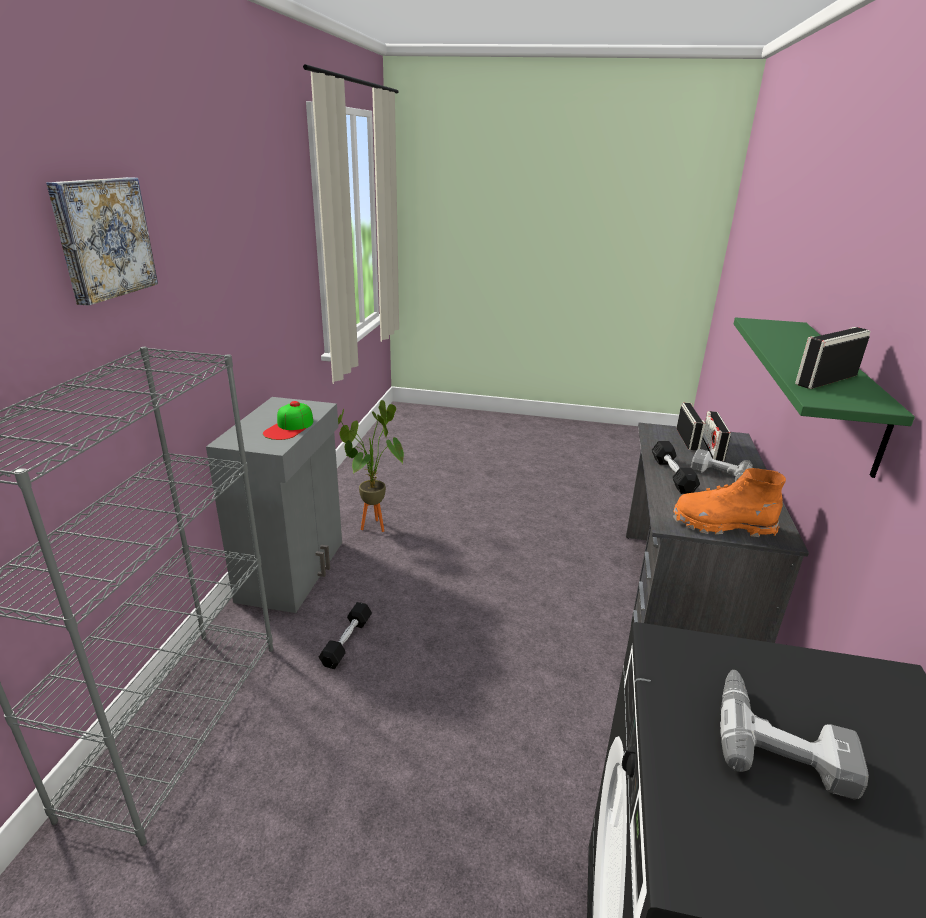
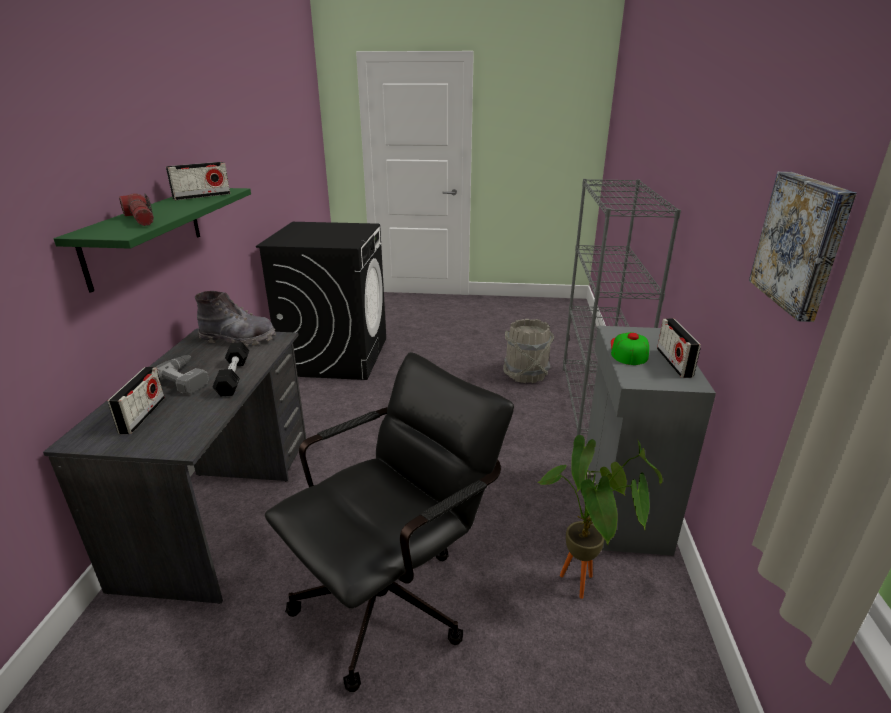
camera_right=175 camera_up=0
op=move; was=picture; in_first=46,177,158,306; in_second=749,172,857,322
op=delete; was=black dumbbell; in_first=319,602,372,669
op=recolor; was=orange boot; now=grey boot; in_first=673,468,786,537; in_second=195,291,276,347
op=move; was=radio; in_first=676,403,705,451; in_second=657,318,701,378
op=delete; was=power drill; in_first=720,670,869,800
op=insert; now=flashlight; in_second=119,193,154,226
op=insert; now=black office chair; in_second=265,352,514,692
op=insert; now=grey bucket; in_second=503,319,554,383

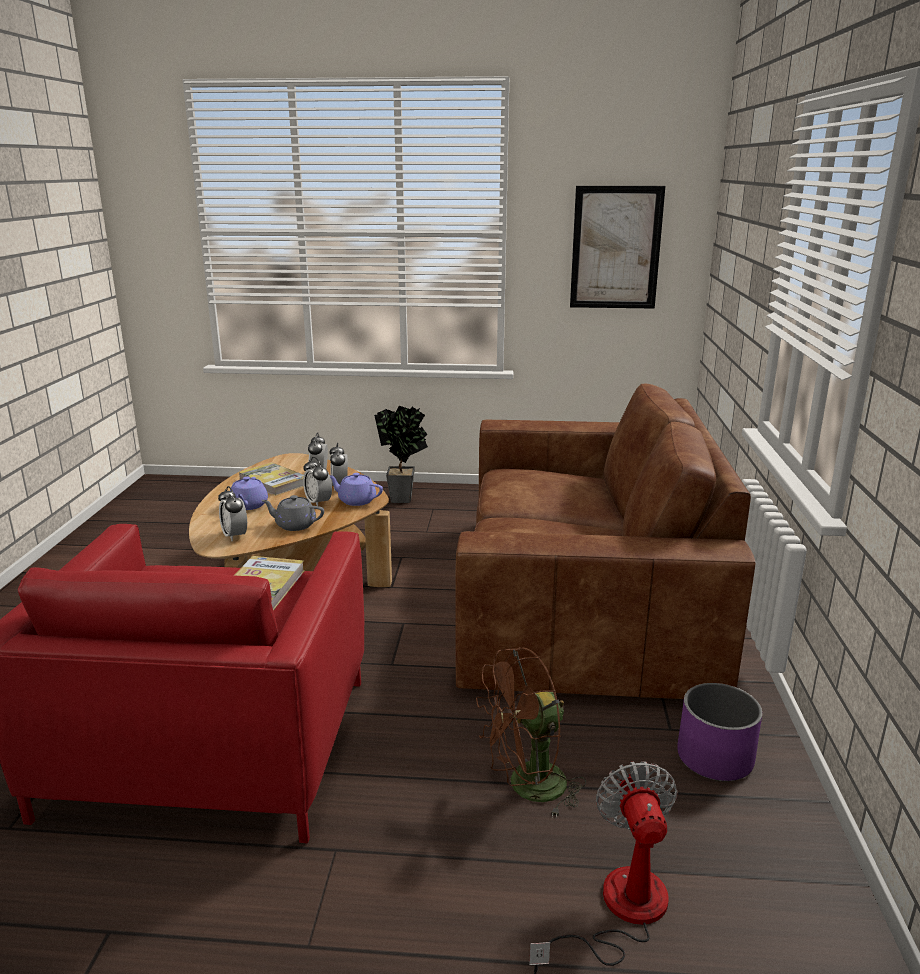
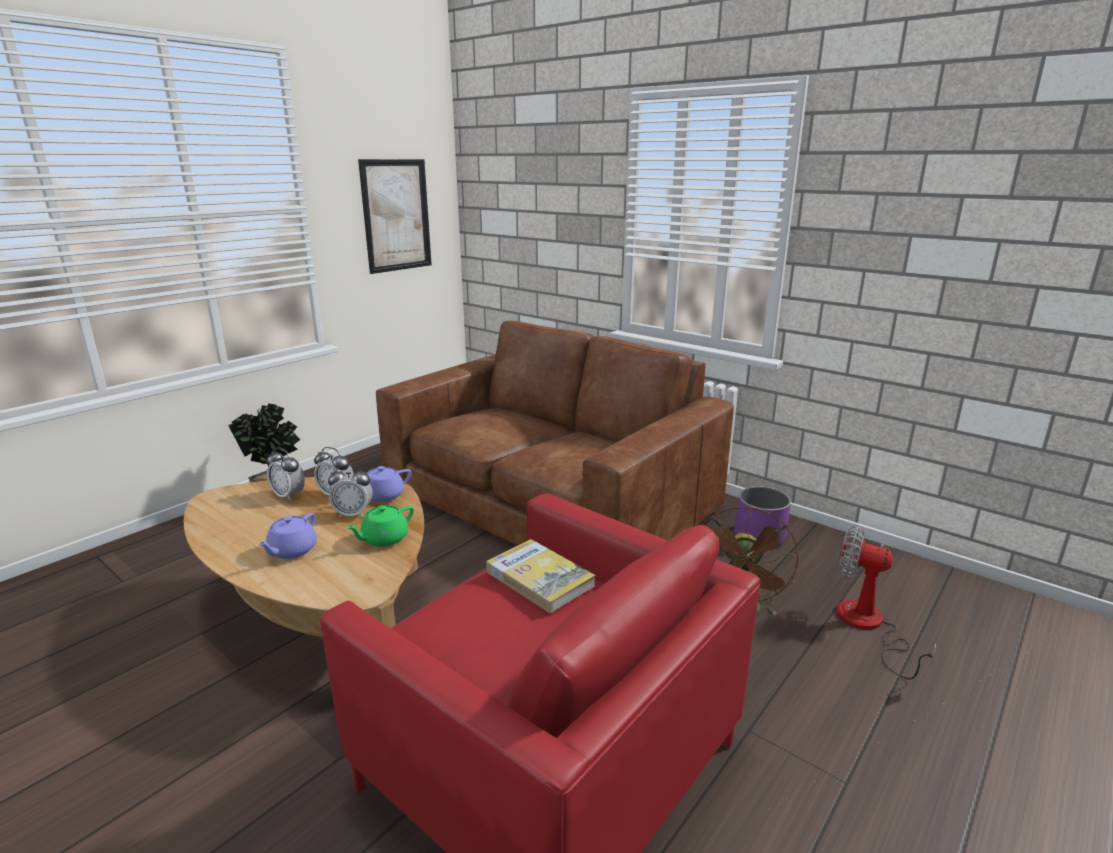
camera_right=-55 camera_up=0
op=delete; was=alarm clock; in_first=218,486,247,542
op=rotate; was=purple teapot; in_first=230,477,268,510; in_second=258,513,317,559; clockwise=75
op=delete; was=book; in_first=238,462,304,496
op=recolor; was=grey teapot; now=green teapot; in_first=261,495,324,531; in_second=346,505,414,547

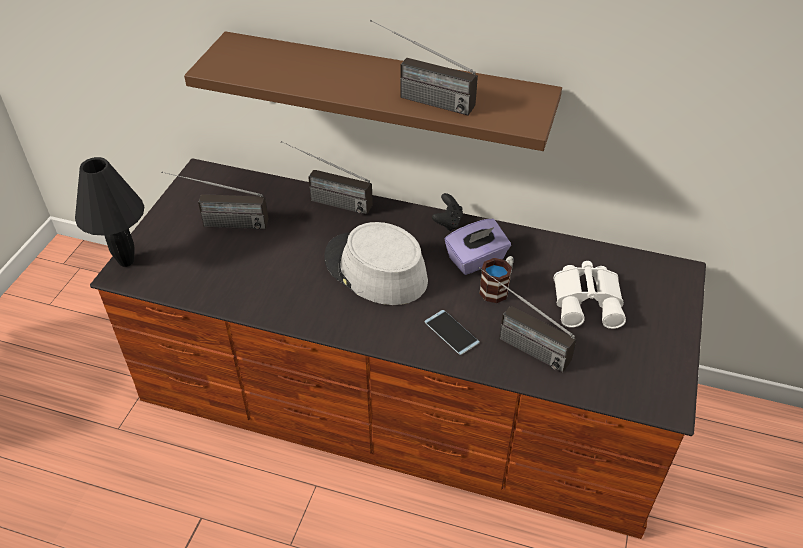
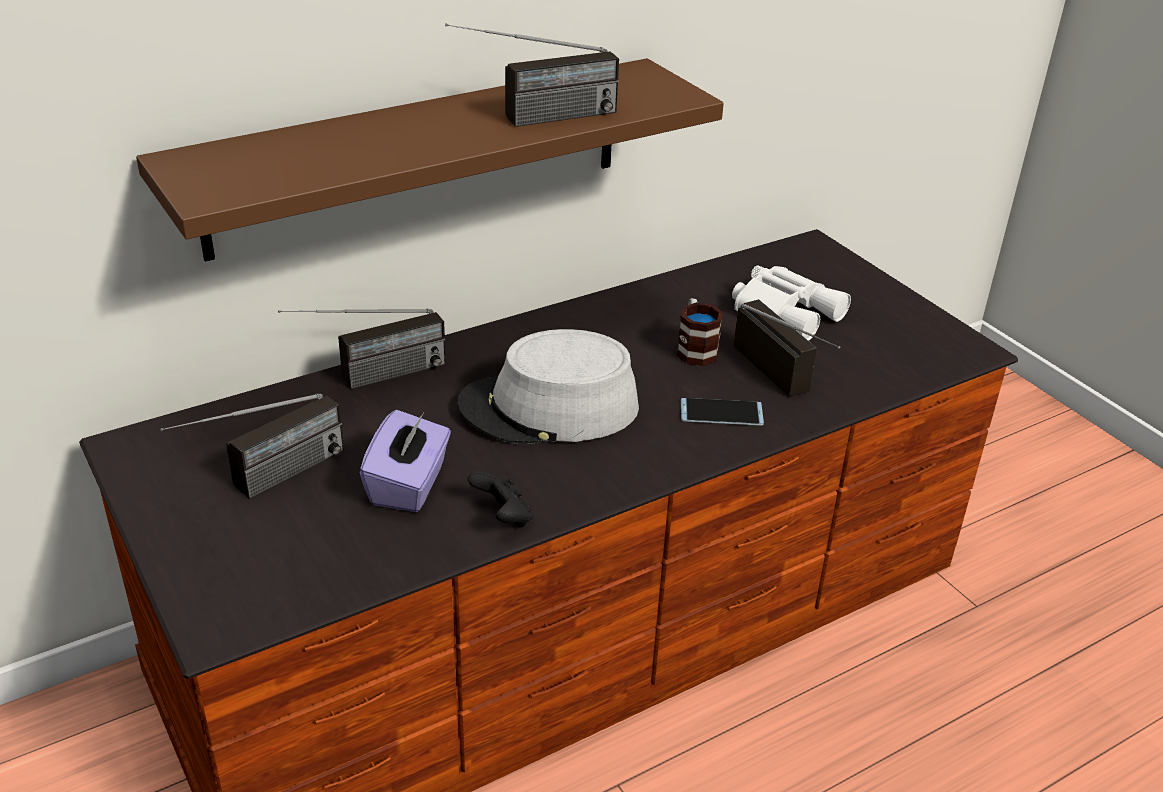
camera_right=-50 camera_up=-10
op=delete; was=black table lamp; in_first=75,157,144,267
op=move; was=black game controller; in_first=432,193,463,231; in_second=468,471,533,527
op=move; was=purple tissue box; in_first=445,219,511,275; in_second=359,410,451,512
op=rotate; was=radio; in_first=479,267,577,373; in_second=733,299,840,396; clockwise=-105

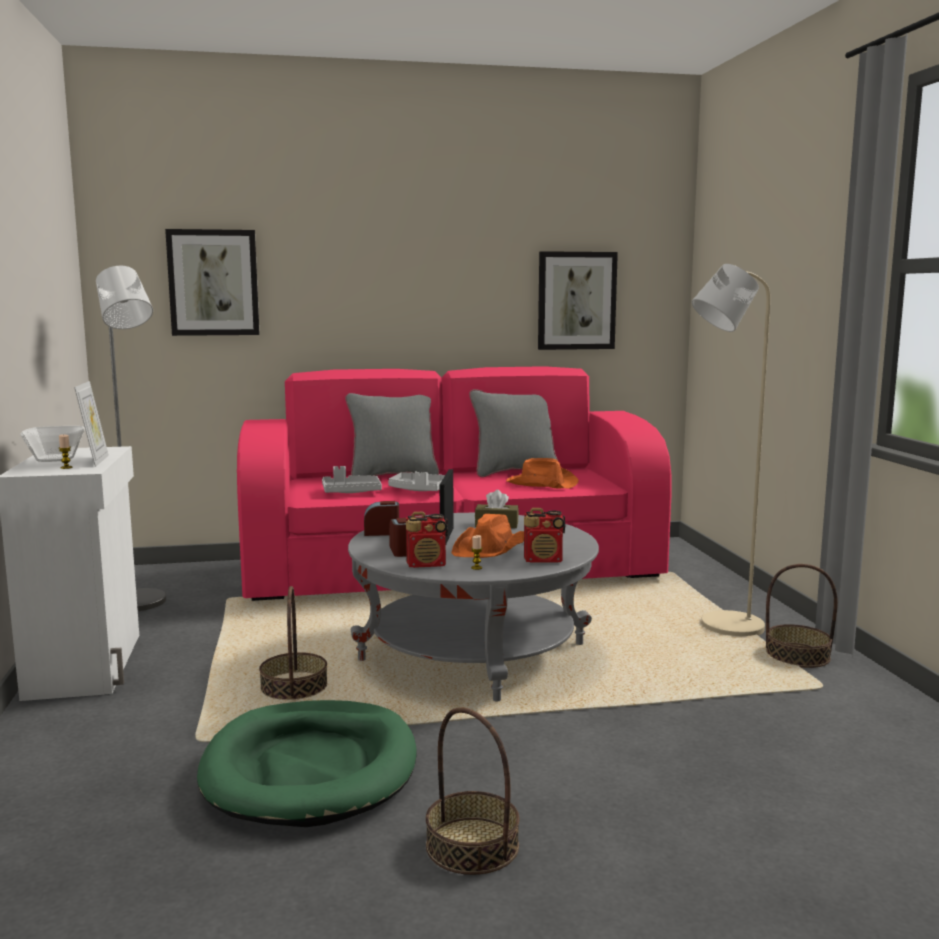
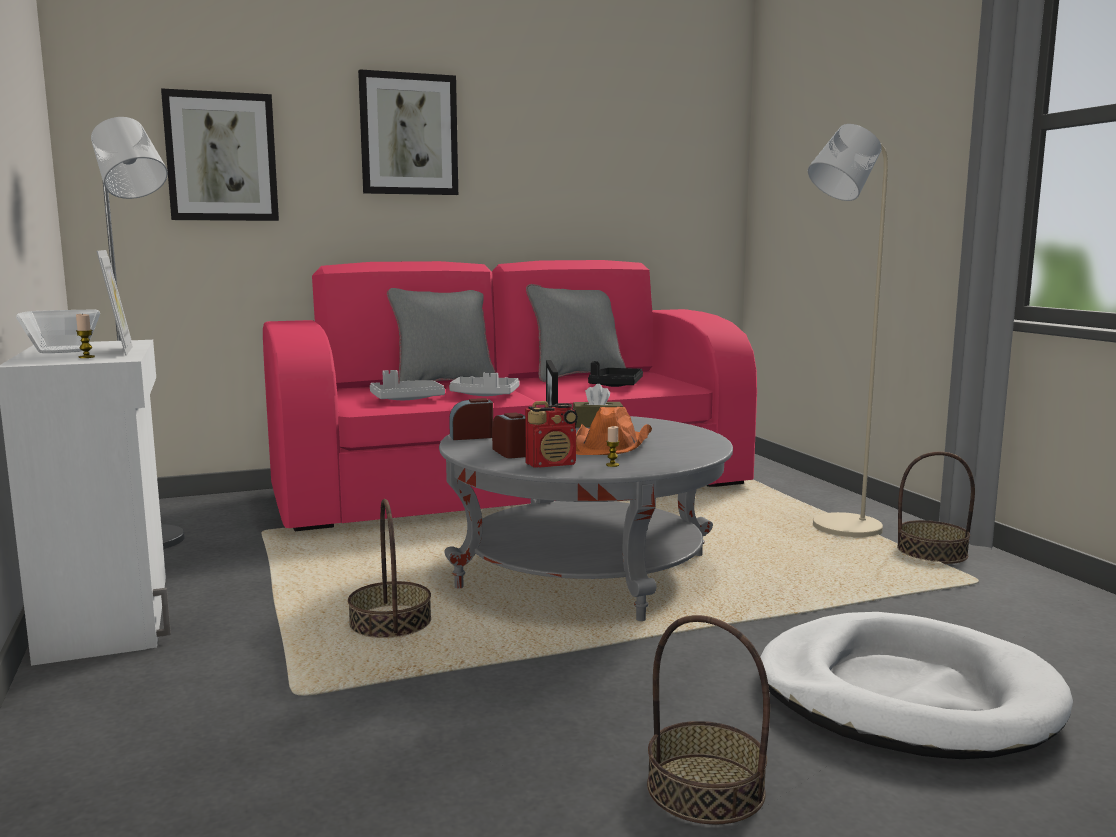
camera_right=-10 camera_up=0
op=delete; was=green dog bed; in_first=197,700,417,827
op=replace; was=orange hat; now=black tray; in_first=506,458,579,489; in_second=588,361,643,387
op=delete; was=radio; in_first=524,508,566,563
op=move; was=picture; in_first=538,251,618,350; in_second=358,69,458,195
op=insert; now=white dog bed; in_second=760,612,1073,759

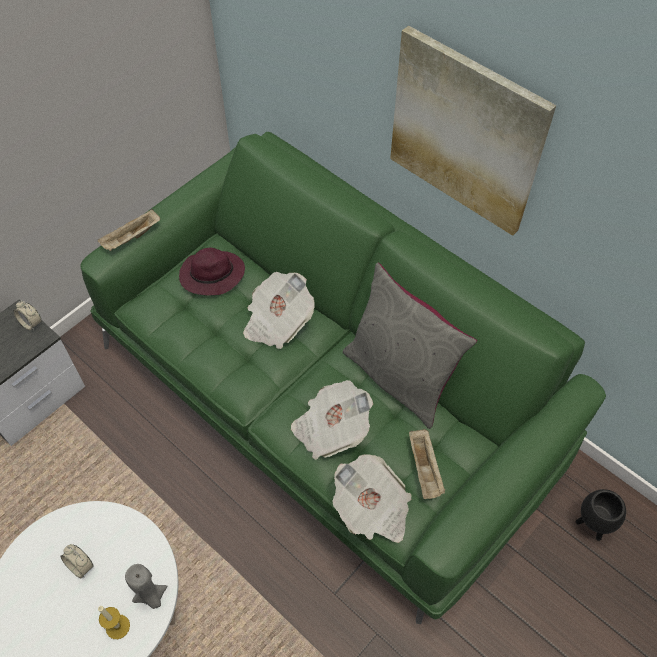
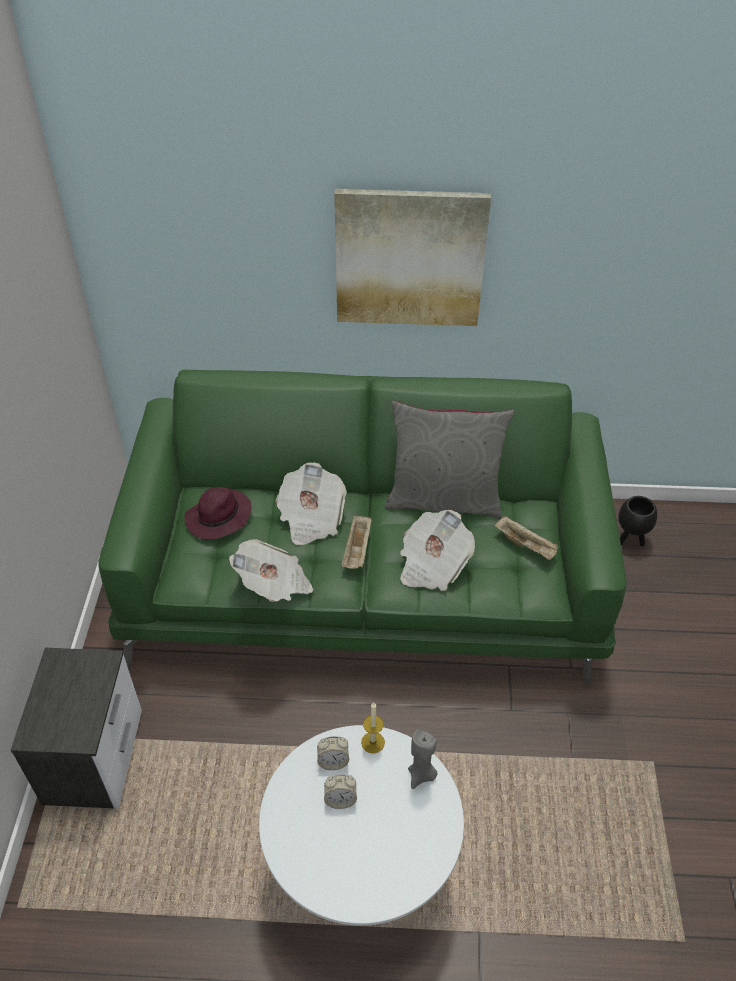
camera_right=-40 camera_up=-10
op=move; was=alarm clock; in_first=14,300,41,331; in_second=317,736,349,770
op=move; was=beige tray; in_first=98,209,160,251; in_second=341,514,372,569
op=move; was=candle; in_first=98,606,130,639; in_second=361,702,385,754
op=move; was=newspaper; in_first=332,454,412,543; in_second=229,539,314,602

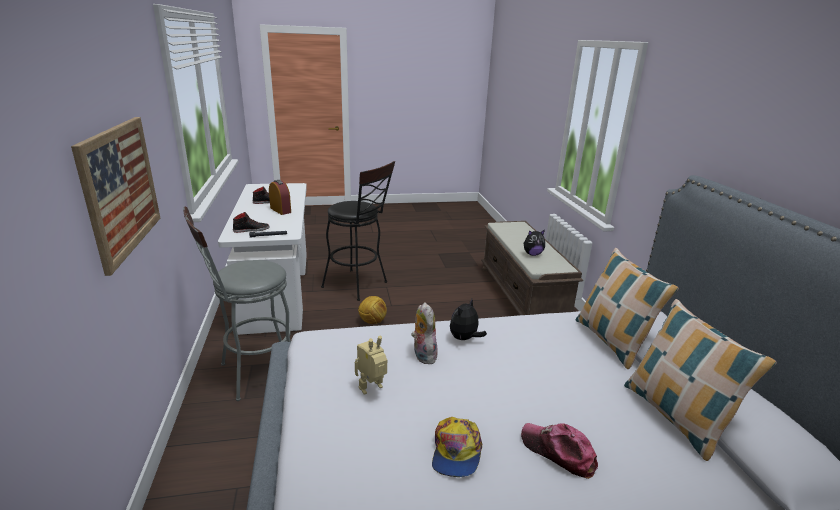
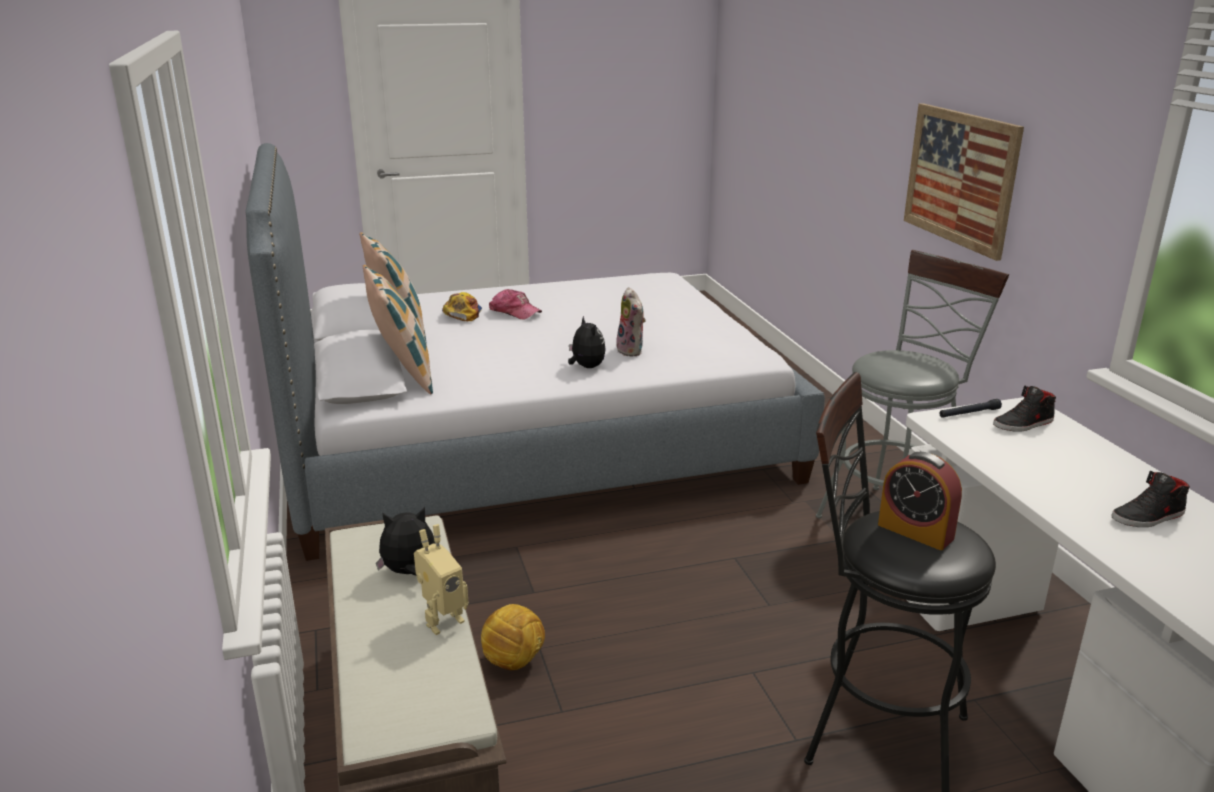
camera_right=175 camera_up=0
op=move; was=alarm clock; in_first=269,180,291,215; in_second=878,452,962,550
op=move; was=toy robot; in_first=355,336,387,395; in_second=414,525,468,635
op=move; was=football; in_first=358,296,387,324; in_second=481,604,545,670
op=move; was=cap; in_first=432,417,483,477; in_second=442,292,482,321
op=rotate; was=plush toy; in_first=450,299,487,340; in_second=568,316,605,368; clockwise=-60

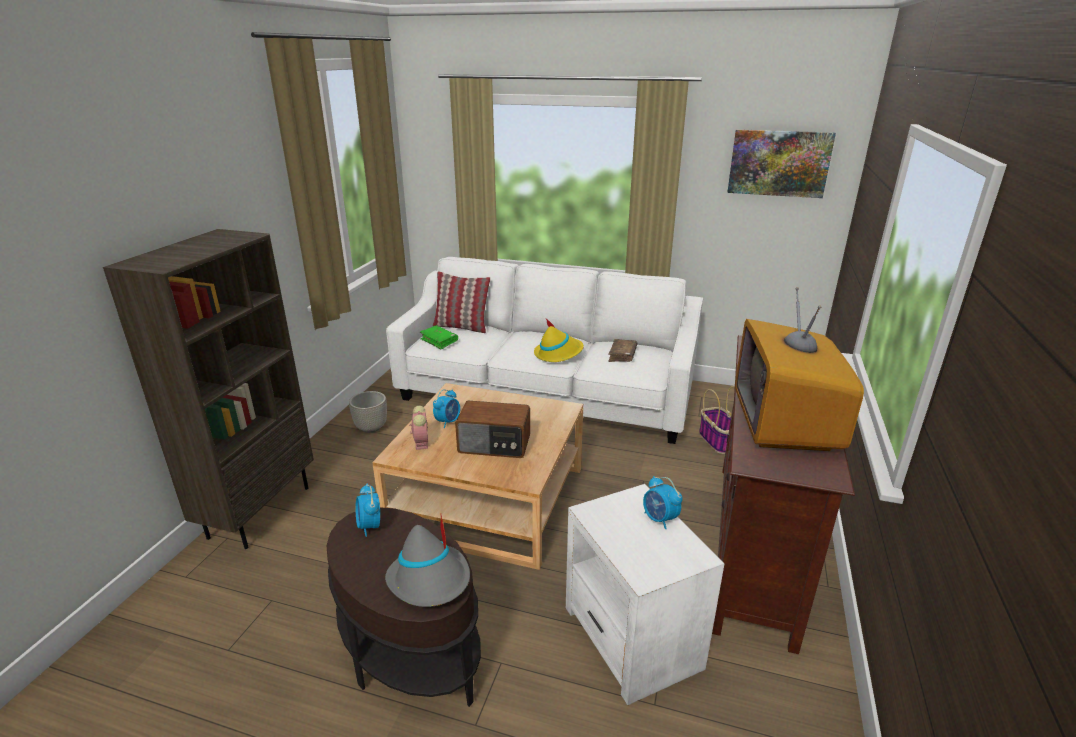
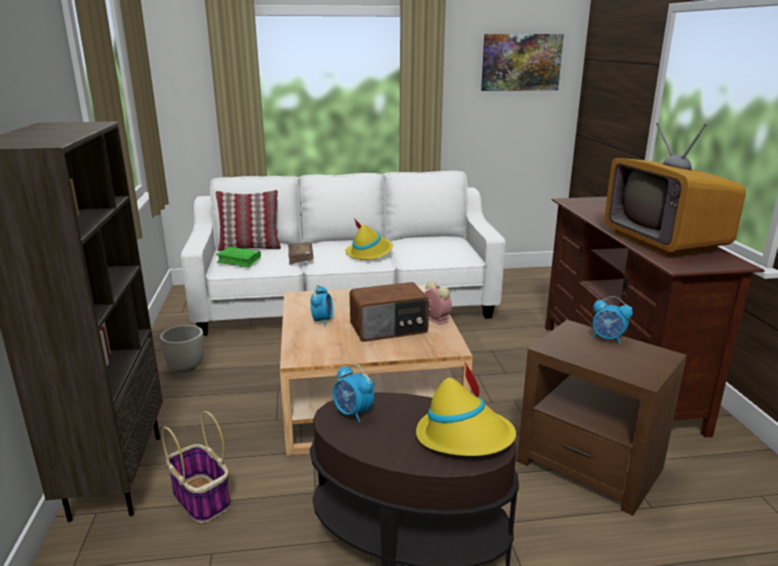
camera_right=-25 camera_up=-5
op=recolor; was=grey hat; now=yellow hat; in_first=385,513,470,607; in_second=416,362,516,456
op=move; was=alarm clock; in_first=409,406,428,450; in_second=424,281,452,325
op=recolor; was=white side table; now=brown side table; in_first=566,484,724,705; in_second=517,320,687,515
op=move; was=brown book; in_first=608,339,638,362; in_second=288,242,314,265
op=move; was=basket; in_first=699,386,735,454; in_second=161,411,231,523

